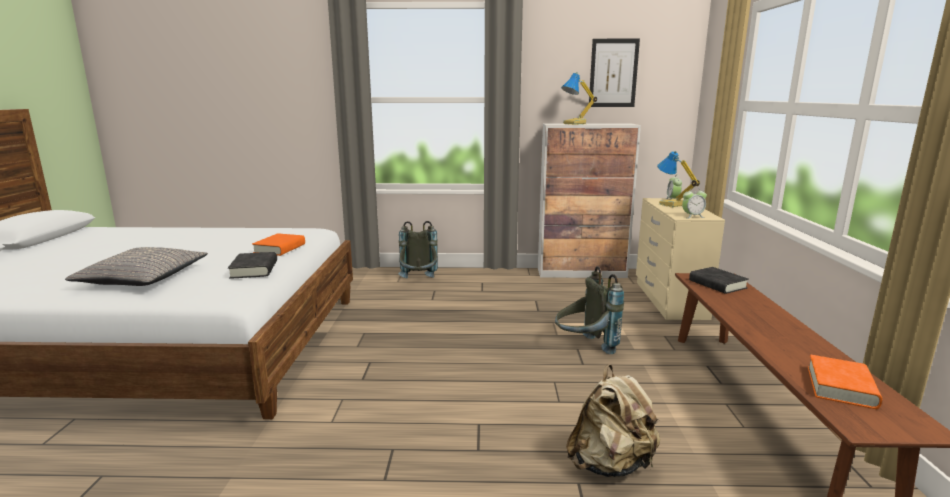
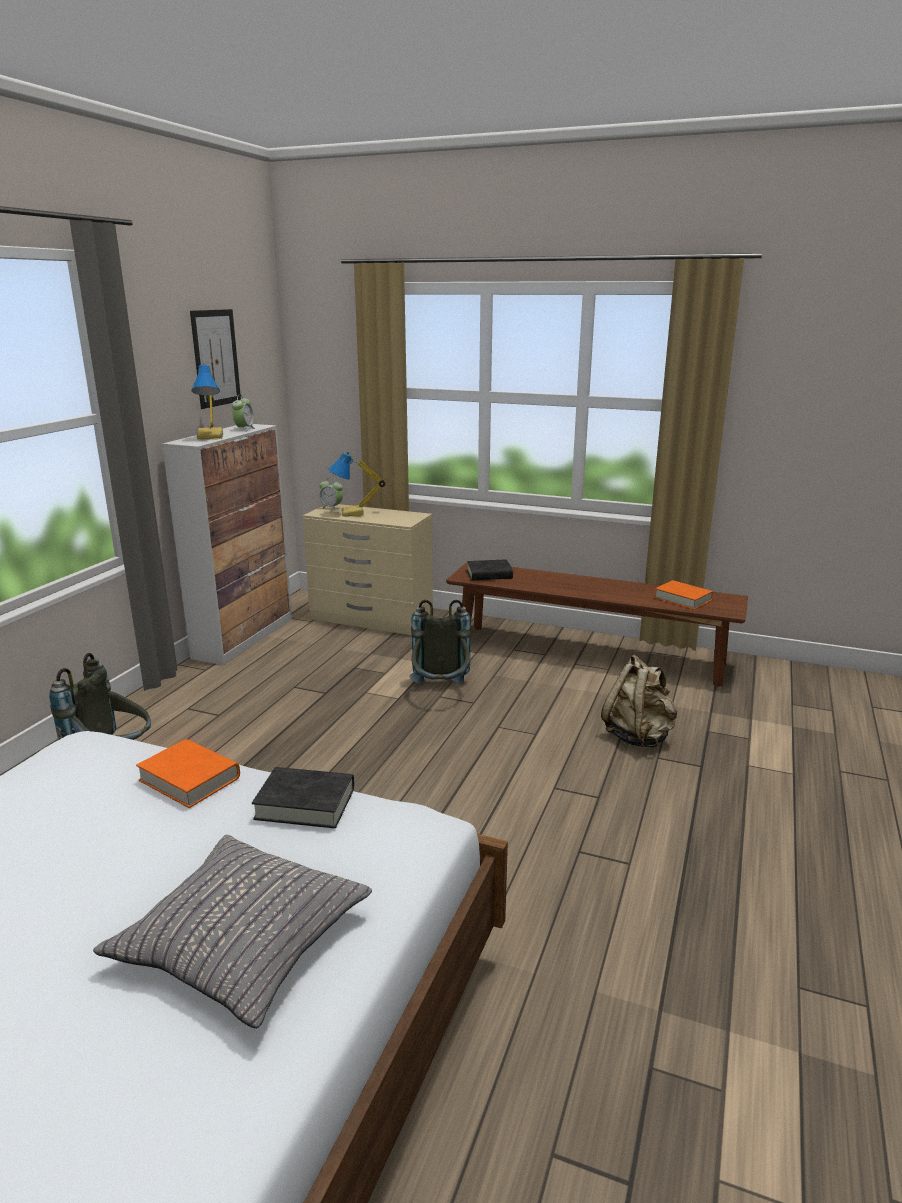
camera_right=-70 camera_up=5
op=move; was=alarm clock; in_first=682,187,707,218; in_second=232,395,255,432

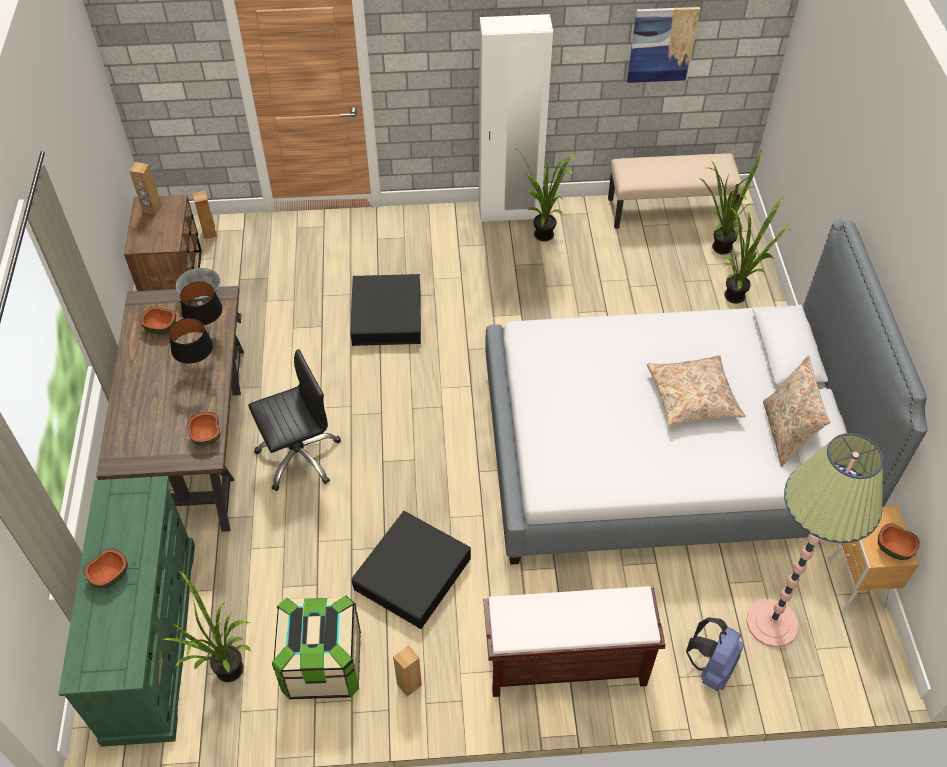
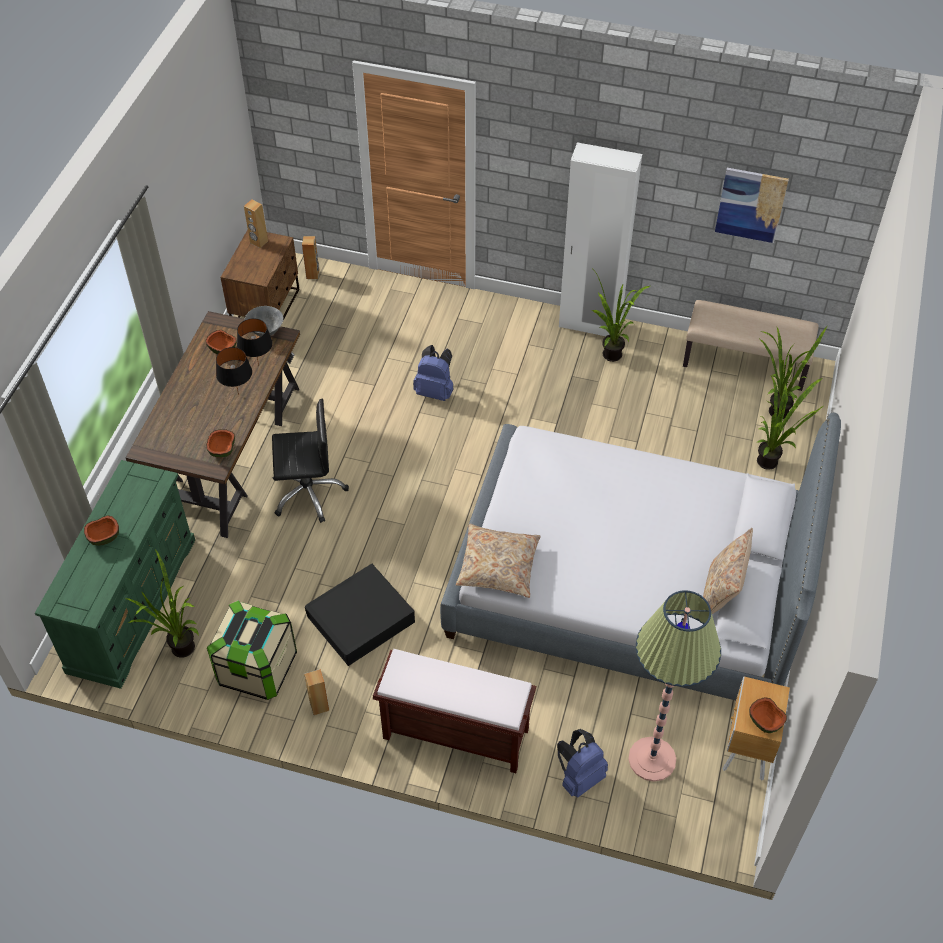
camera_right=20 camera_up=0
op=replace; was=black storage box; now=blue backpack; in_first=350,274,421,346; in_second=413,345,453,401
op=move; was=beige pillow; in_first=647,355,745,427; in_second=456,524,541,598

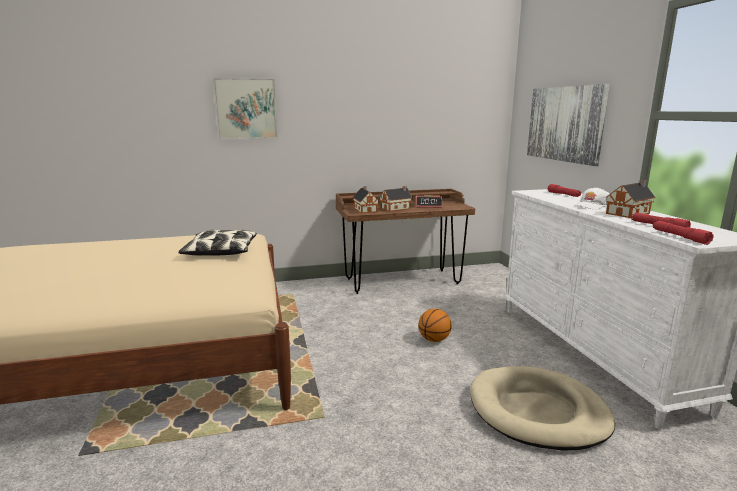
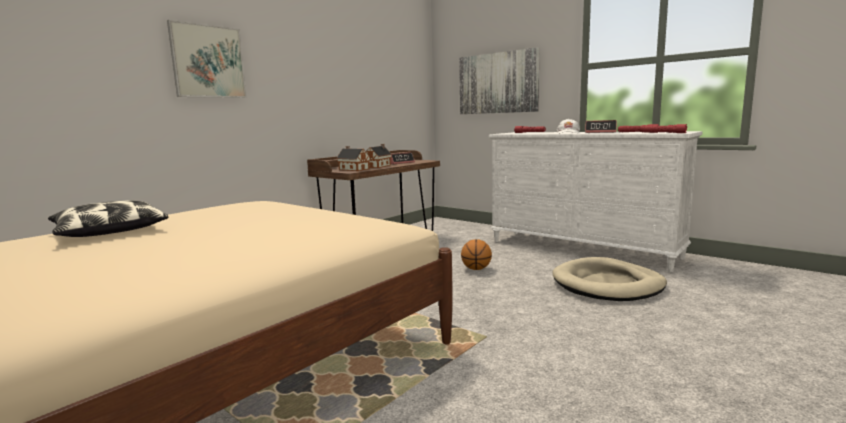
camera_right=-35 camera_up=-5
op=move; was=pillow; in_first=178,230,257,256; in_second=48,200,168,237
op=replace; was=toy house; now=alarm clock; in_first=606,180,656,218; in_second=585,120,617,133

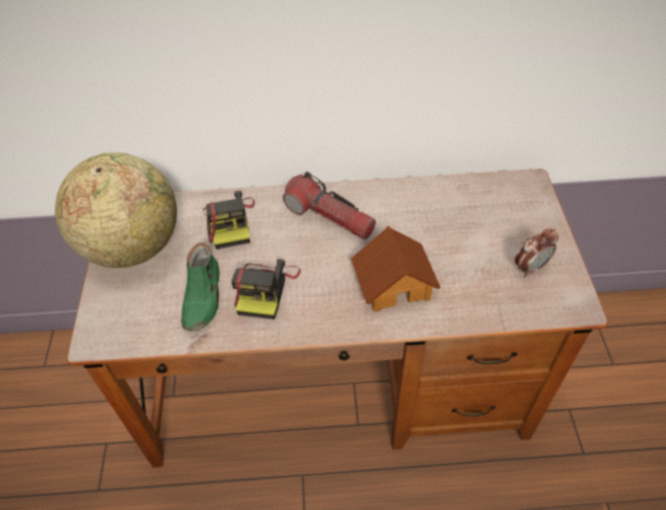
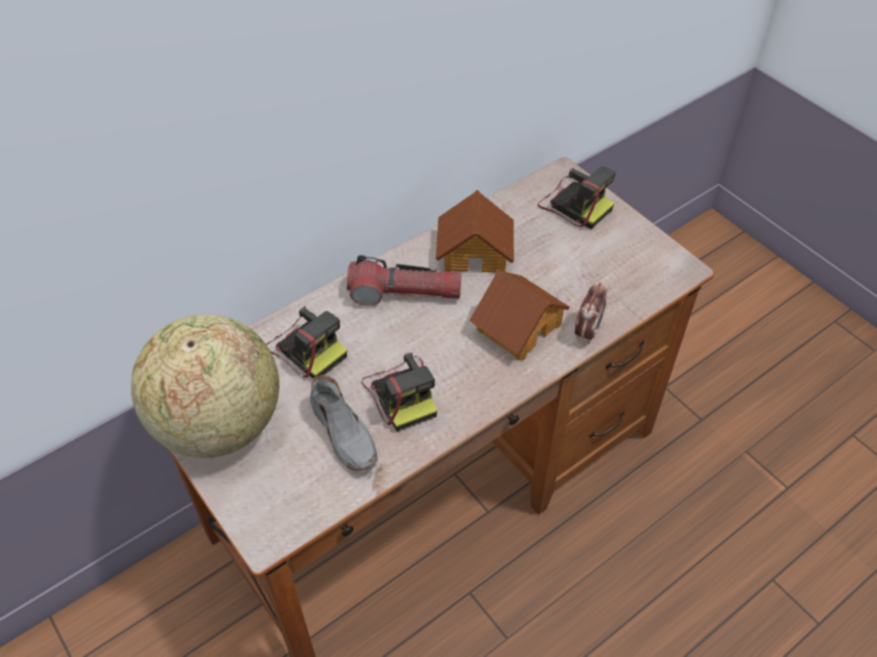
camera_right=-35 camera_up=0
op=recolor; was=green shoe; now=grey shoe; in_first=181,242,220,331; in_second=310,375,377,472
op=move; was=alarm clock; in_first=515,228,558,277; in_second=575,283,607,344
op=insert; now=toy house; in_second=436,190,514,272
op=insert; now=photo camera; in_second=538,166,616,229

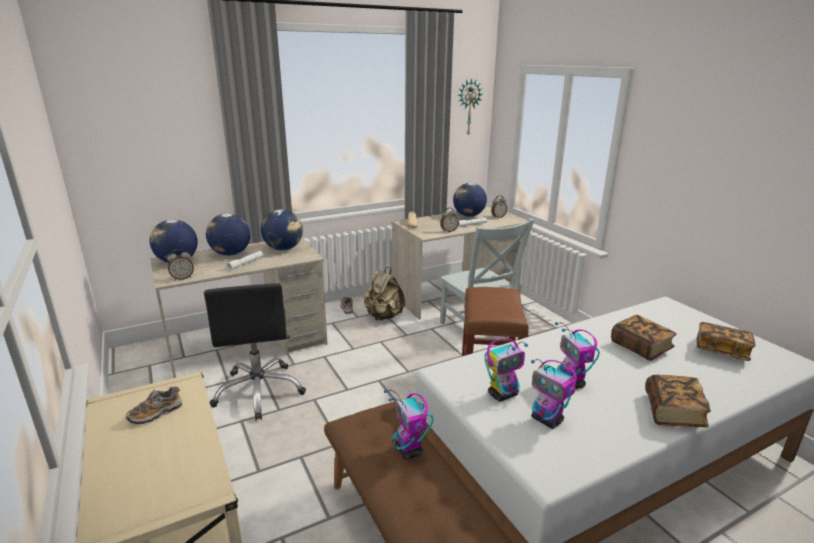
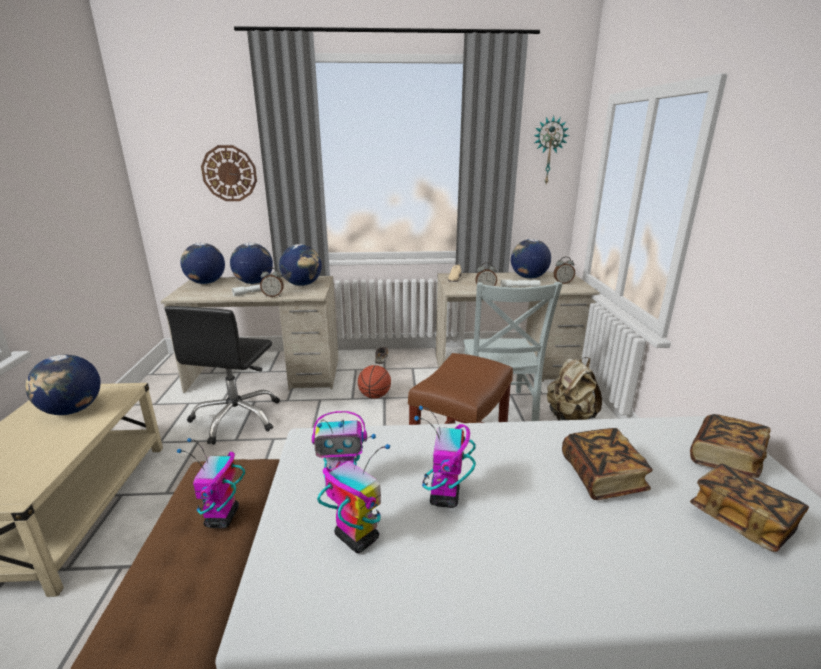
camera_right=25 camera_up=0
op=replace; was=shoe; now=globe; in_first=126,386,182,424; in_second=26,355,101,415
op=move; was=alarm clock; in_first=167,249,194,280; in_second=260,267,284,297
op=move; was=beige backpack; in_first=363,267,405,320; in_second=547,357,602,420
op=rotate; was=toy robot; in_first=531,359,577,429; in_second=317,434,390,553; clockwise=150
op=move; was=book; in_first=645,375,711,428; in_second=690,414,771,478
op=insert; now=wall clock; in_second=201,145,257,201
op=insert; now=basketball; in_second=358,365,391,399

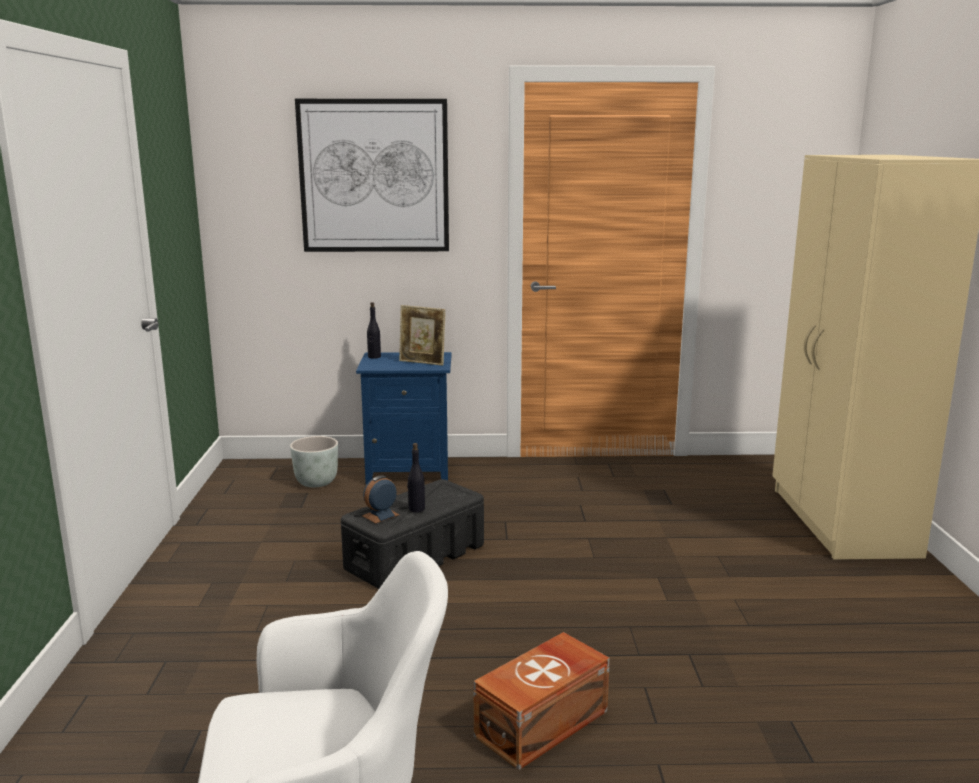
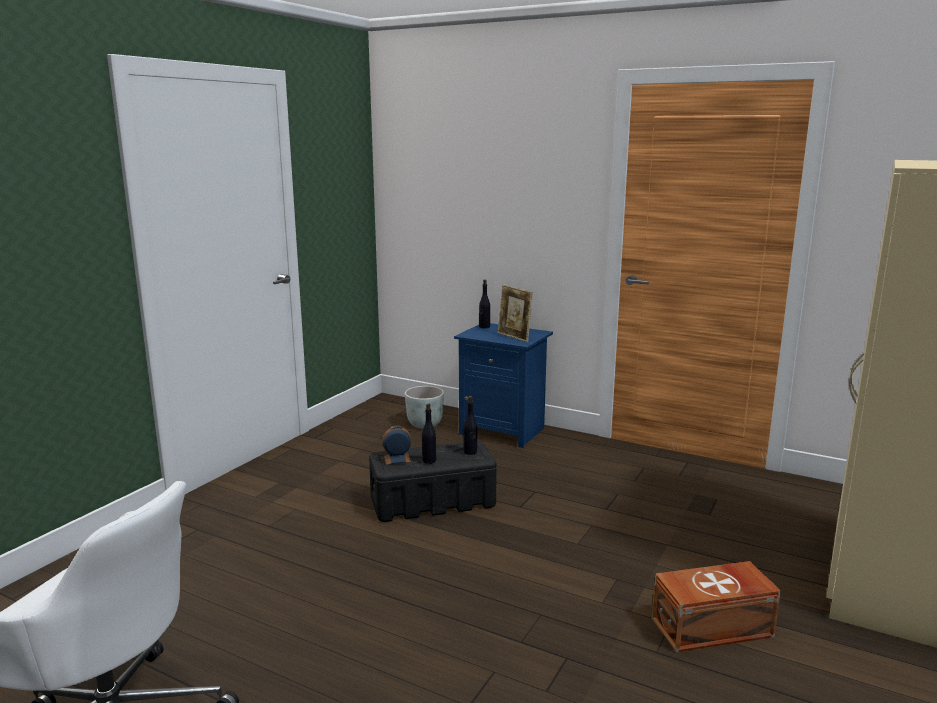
camera_right=30 camera_up=0
op=delete; was=picture; in_first=295,99,449,252
op=move; was=brown storage box; in_first=473,632,610,770; in_second=652,561,781,652
op=insert; now=black bottle; in_second=463,396,477,455

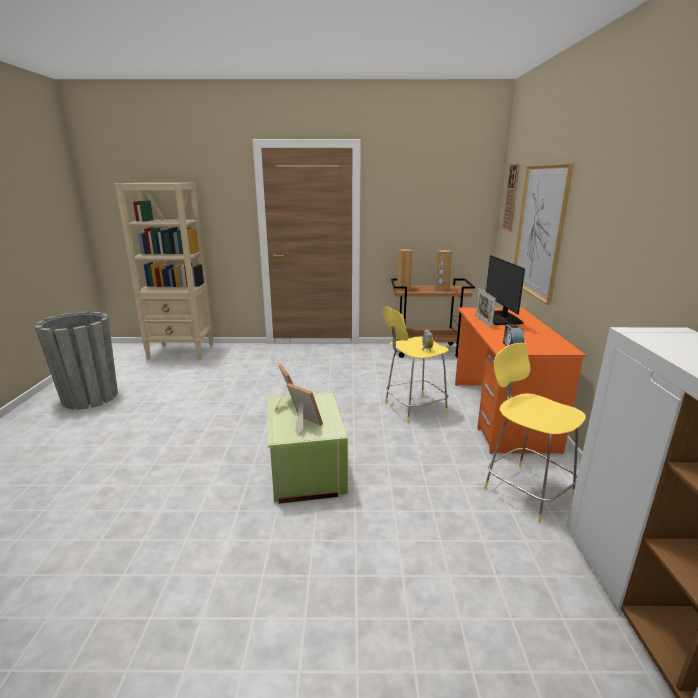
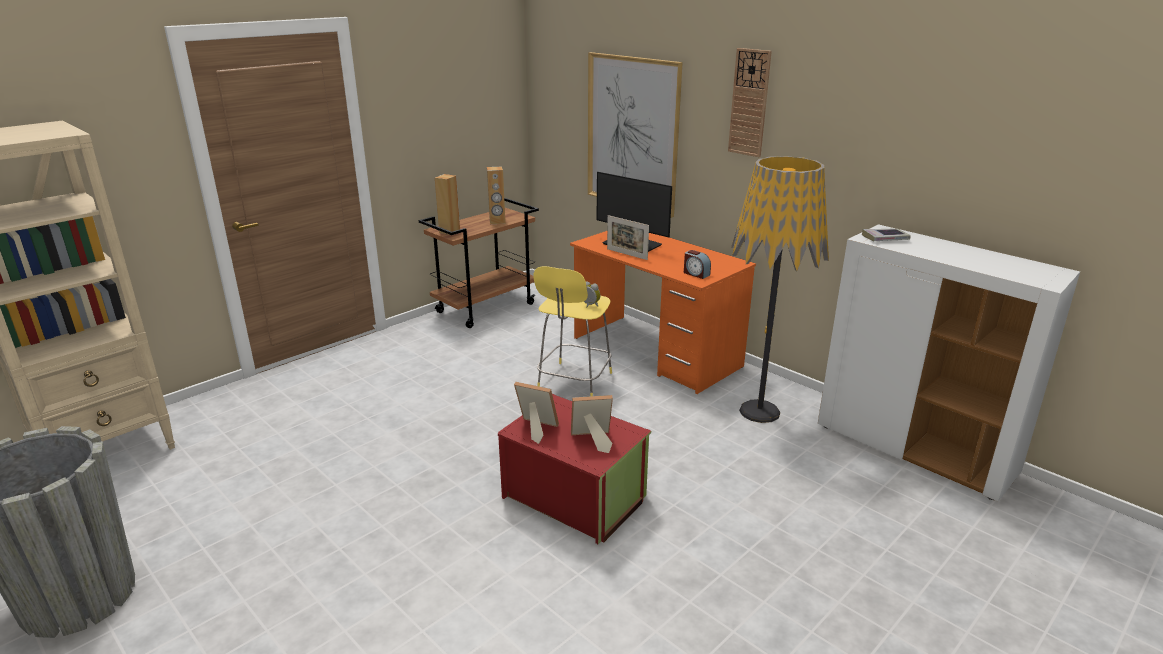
camera_right=-45 camera_up=5
op=recolor; was=green storage box; now=red storage box; in_first=268,392,348,504; in_second=498,394,651,544
op=replace; was=yellow stool; now=floor lamp; in_first=484,343,586,523; in_second=731,156,829,423
op=move; was=wall clock; in_first=502,164,520,232; in_second=728,48,772,157
op=insert; now=book; in_second=862,229,911,241

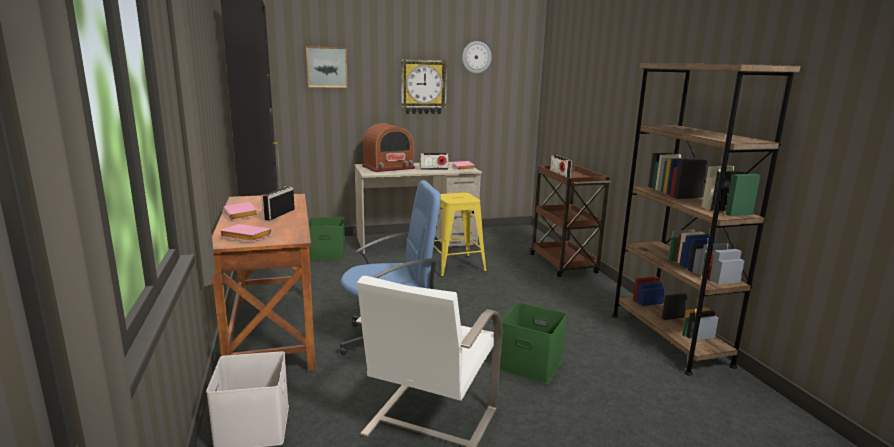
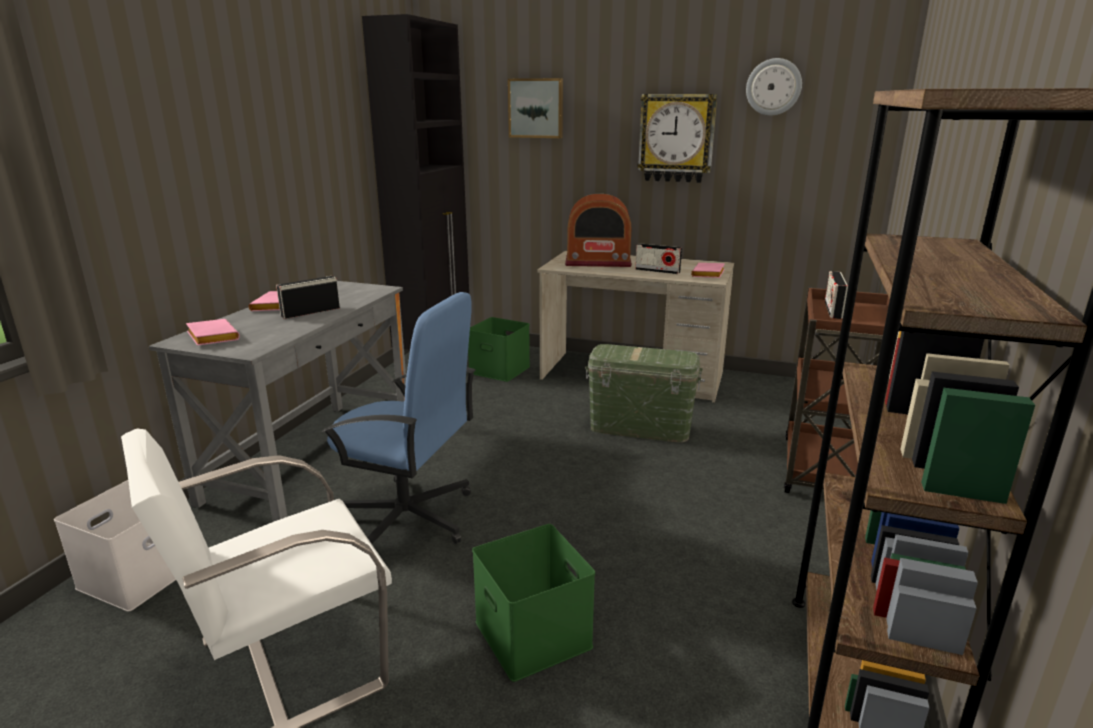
camera_right=35 camera_up=5
op=recolor; was=brown desk; now=grey desk; in_first=212,194,316,371; in_second=149,281,406,522
op=replace; was=yellow stool; now=green storage box; in_first=434,193,486,277; in_second=585,344,702,442

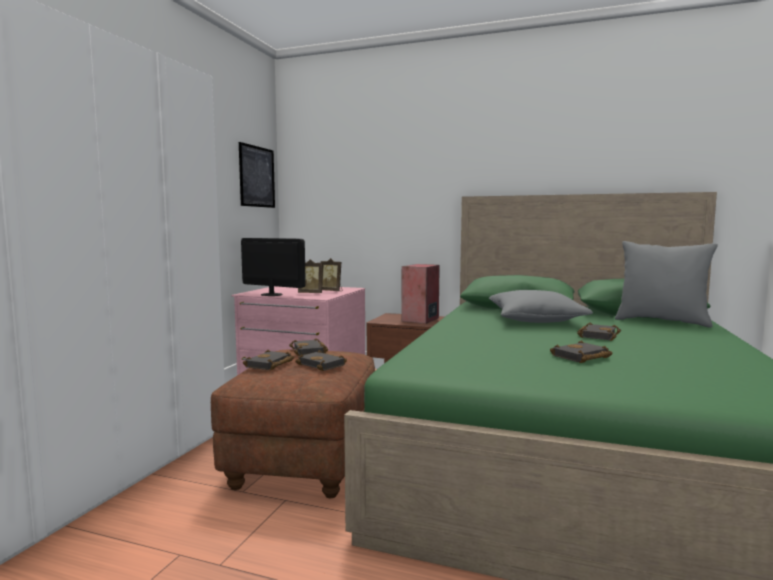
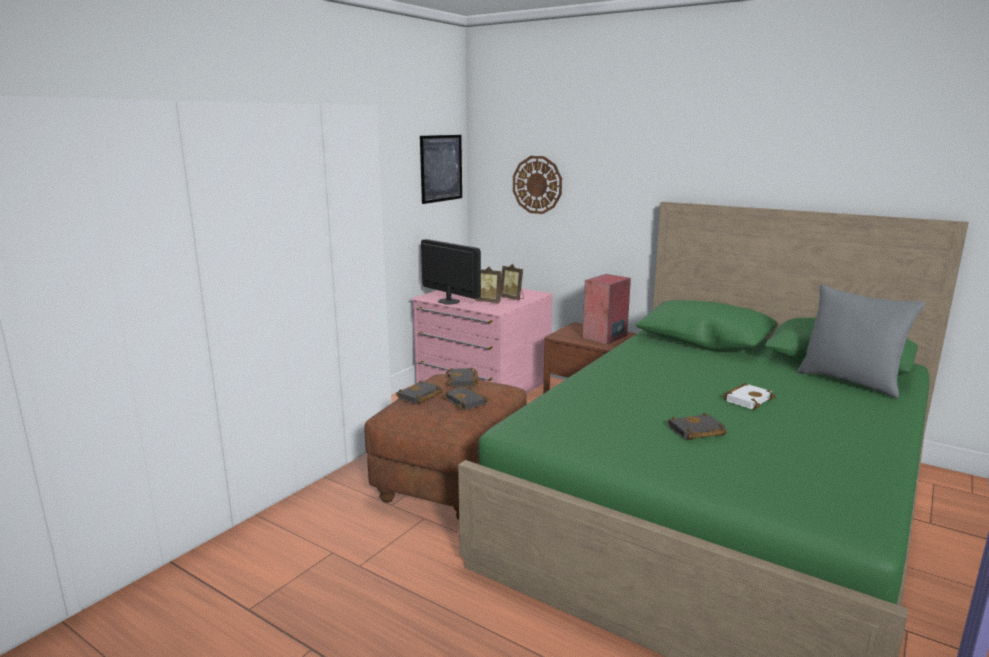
camera_right=15 camera_up=10
op=delete; was=grey pillow; in_first=489,290,593,323
op=recolor; was=black book; now=white book; in_first=577,323,621,341; in_second=723,383,776,409
op=insert; now=wall clock; in_second=513,156,562,214

